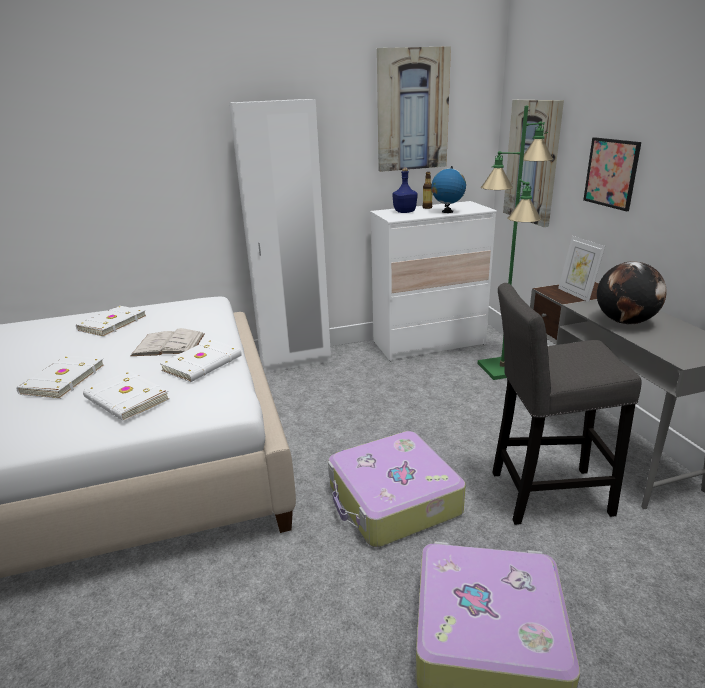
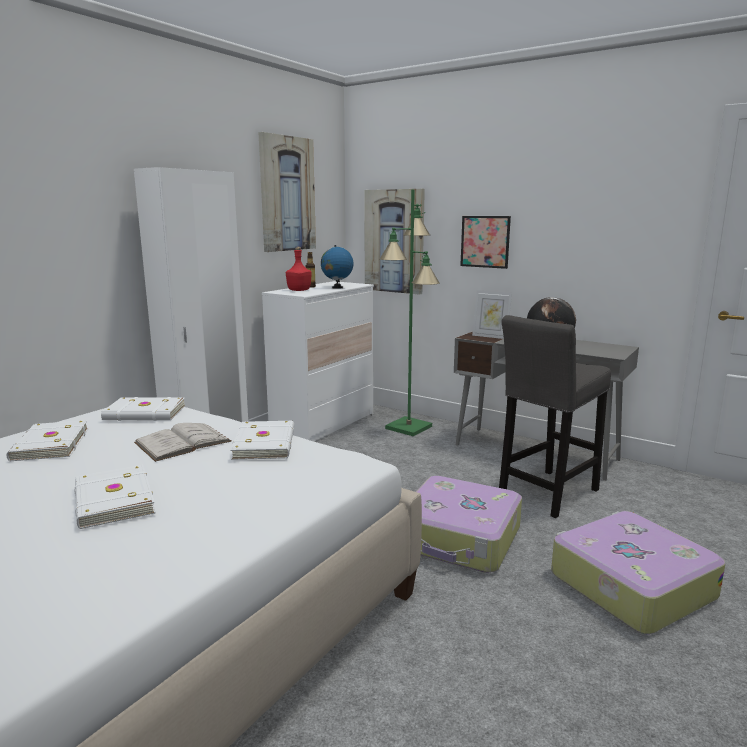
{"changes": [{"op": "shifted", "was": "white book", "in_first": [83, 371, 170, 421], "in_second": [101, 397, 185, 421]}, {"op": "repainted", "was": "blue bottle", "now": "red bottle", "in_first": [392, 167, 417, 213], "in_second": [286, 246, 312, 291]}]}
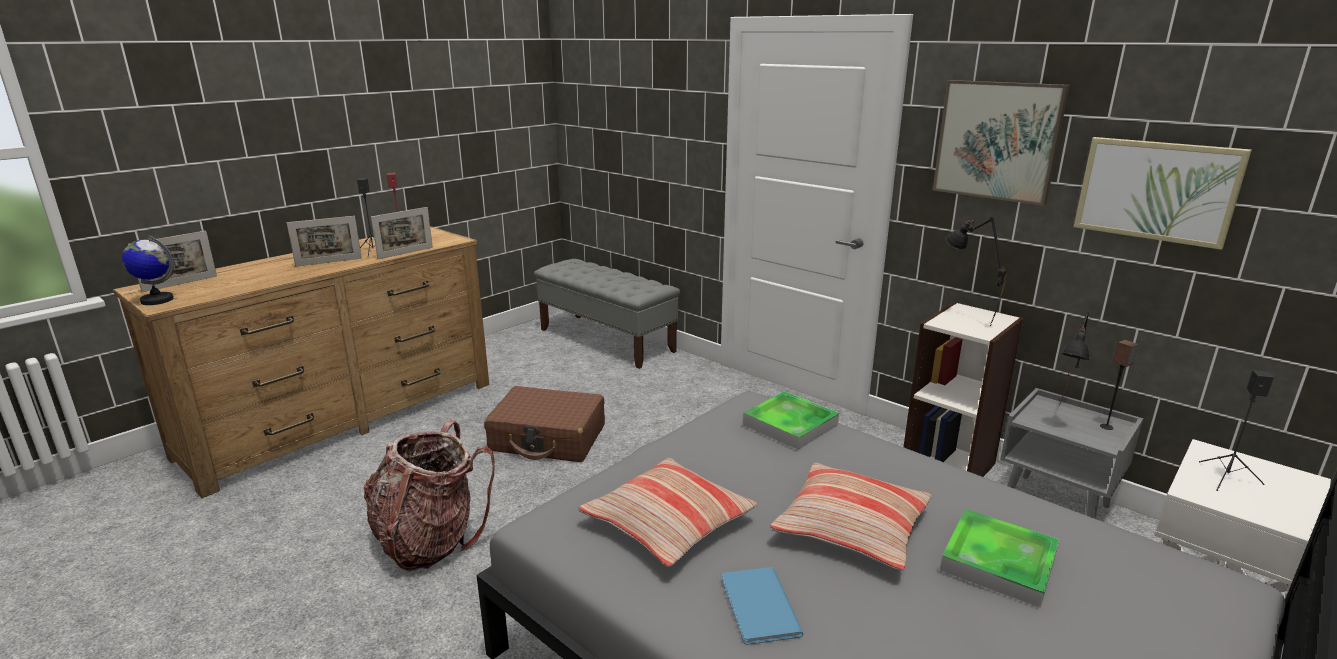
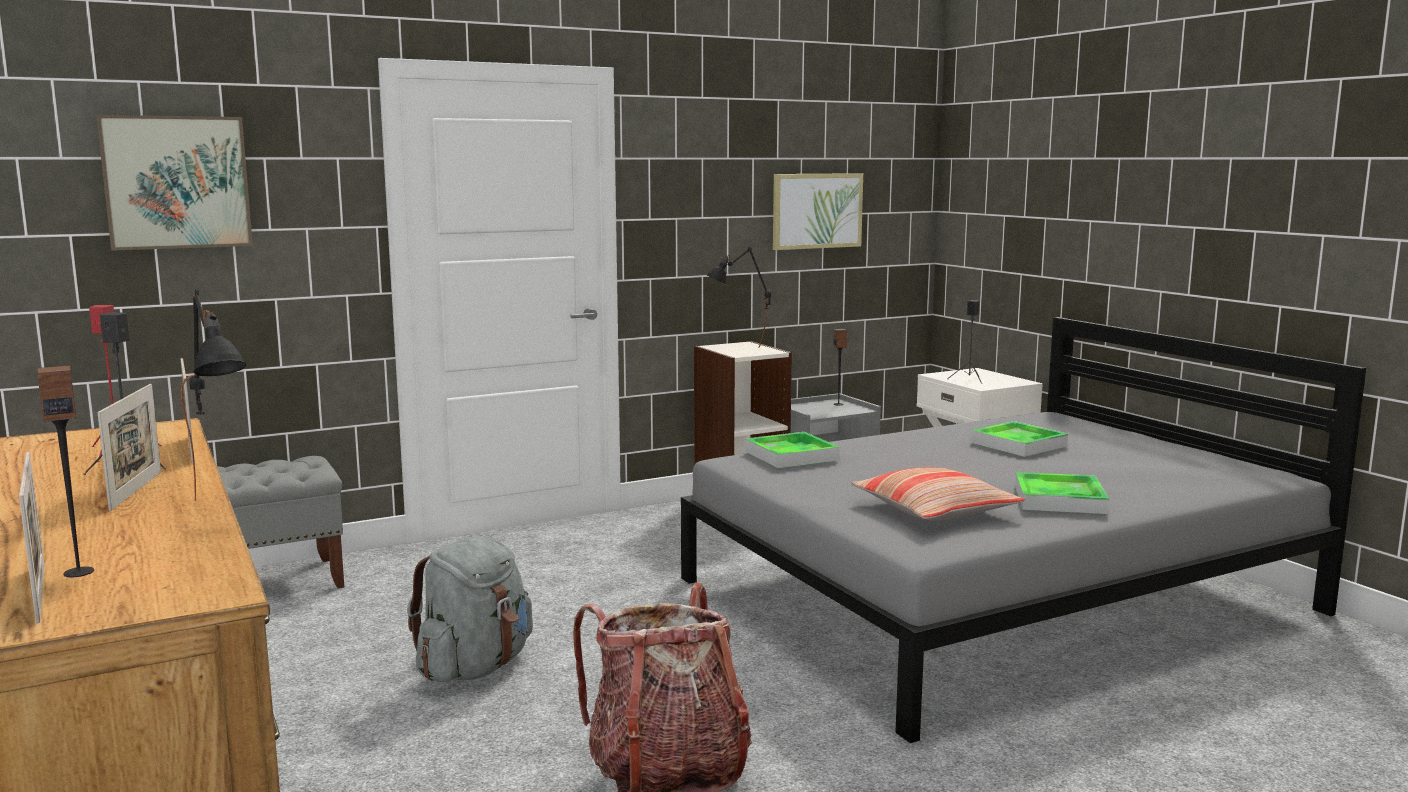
{"changes": [{"op": "new", "now": "speaker", "in_second": [37, 365, 94, 577]}, {"op": "shifted", "was": "picture", "in_first": [933, 80, 1070, 206], "in_second": [96, 115, 253, 251]}, {"op": "shifted", "was": "black table lamp", "in_first": [1058, 310, 1090, 407], "in_second": [181, 289, 246, 501]}, {"op": "swapped", "was": "brown suitcase", "now": "grey backpack", "in_first": [484, 386, 605, 462], "in_second": [407, 537, 533, 682]}, {"op": "swapped", "was": "blue book", "now": "tray", "in_first": [722, 567, 803, 645], "in_second": [1015, 472, 1109, 514]}, {"op": "gone", "was": "globe", "in_first": [122, 235, 174, 305]}, {"op": "gone", "was": "pillow", "in_first": [770, 463, 932, 570]}]}
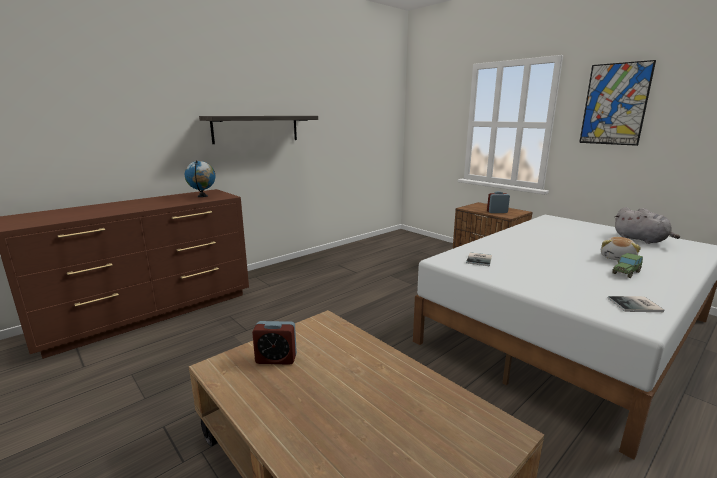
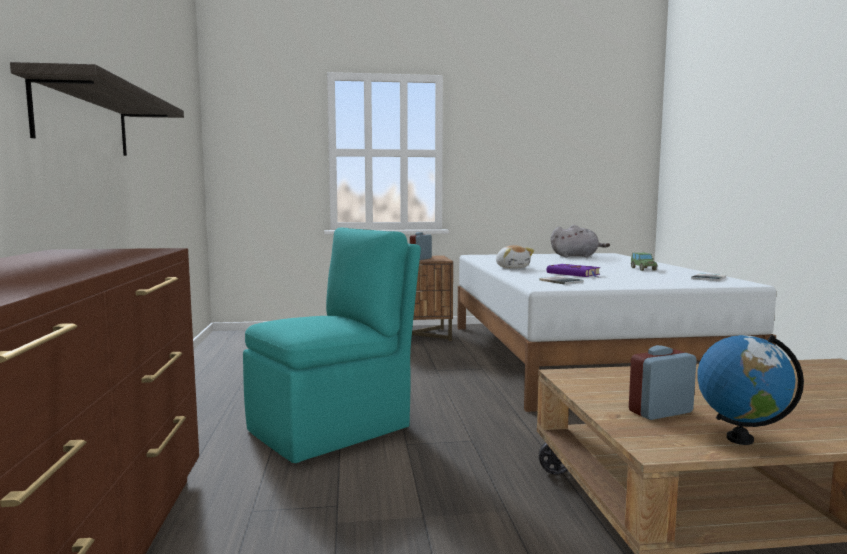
{"changes": [{"op": "new", "now": "turquoise chair", "in_second": [243, 228, 421, 463]}, {"op": "shifted", "was": "plush toy", "in_first": [601, 237, 641, 261], "in_second": [496, 245, 534, 269]}, {"op": "new", "now": "purple book", "in_second": [547, 264, 600, 277]}, {"op": "rotated", "was": "alarm clock", "in_first": [252, 321, 297, 365], "in_second": [629, 345, 697, 420], "clockwise": -150}, {"op": "shifted", "was": "globe", "in_first": [185, 160, 215, 197], "in_second": [698, 335, 804, 445]}, {"op": "gone", "was": "picture", "in_first": [579, 60, 656, 146]}]}
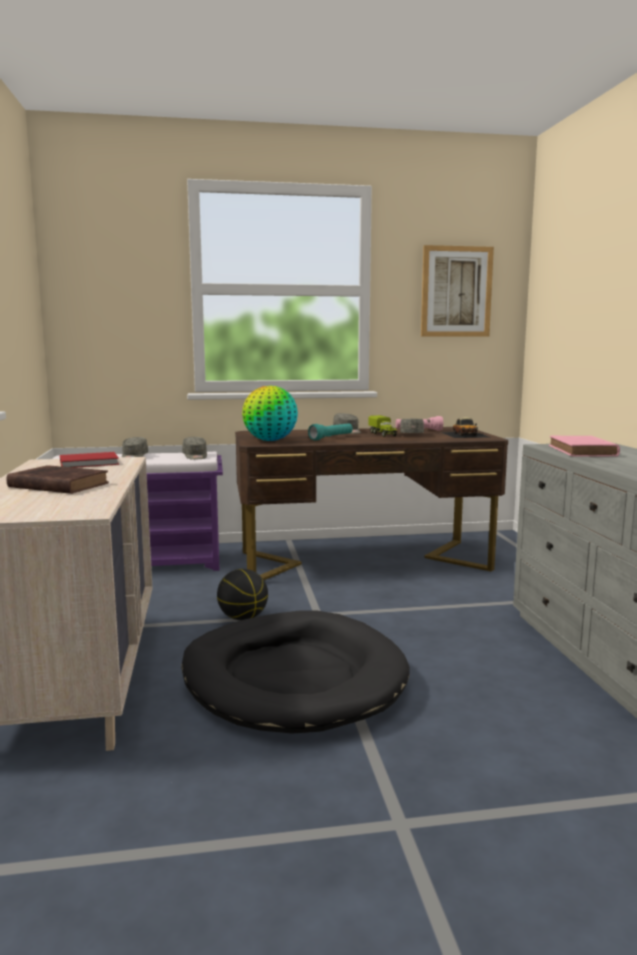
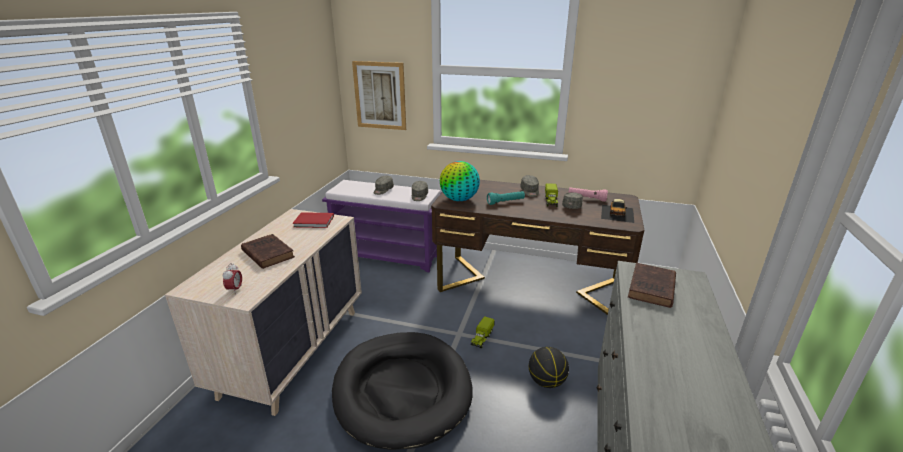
{"changes": [{"op": "new", "now": "alarm clock", "in_second": [223, 263, 242, 294]}, {"op": "shifted", "was": "picture", "in_first": [421, 245, 494, 337], "in_second": [352, 61, 406, 130]}, {"op": "new", "now": "toy truck", "in_second": [471, 316, 495, 348]}, {"op": "shifted", "was": "basketball", "in_first": [217, 569, 268, 620], "in_second": [529, 347, 569, 388]}, {"op": "repainted", "was": "pink book", "now": "brown book", "in_first": [549, 436, 620, 457], "in_second": [628, 263, 676, 308]}]}
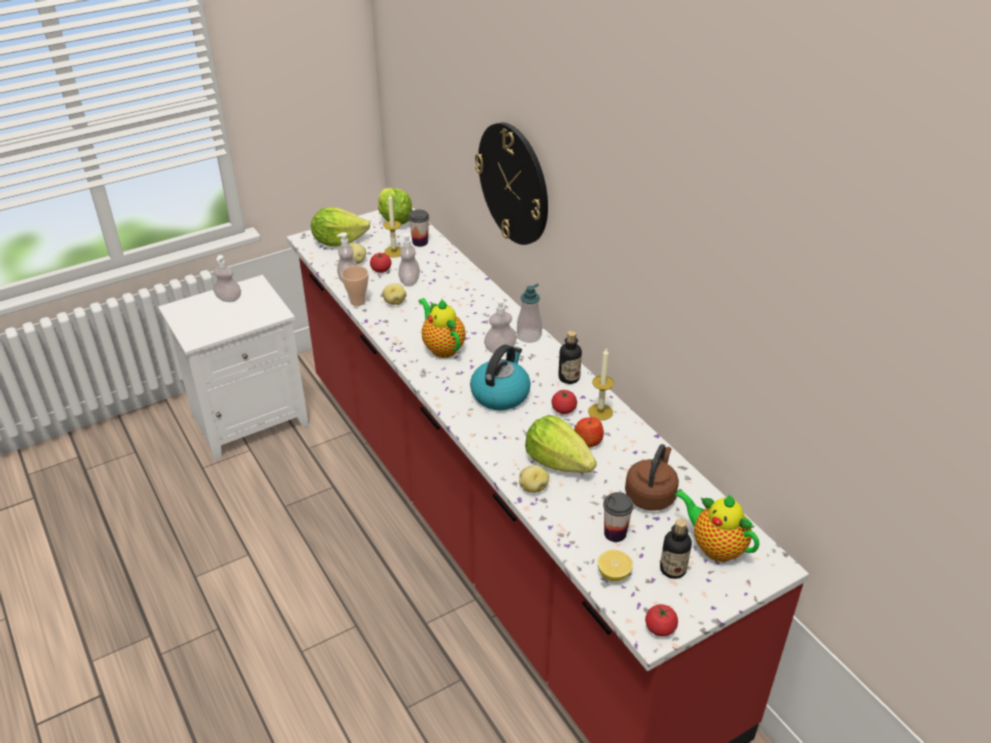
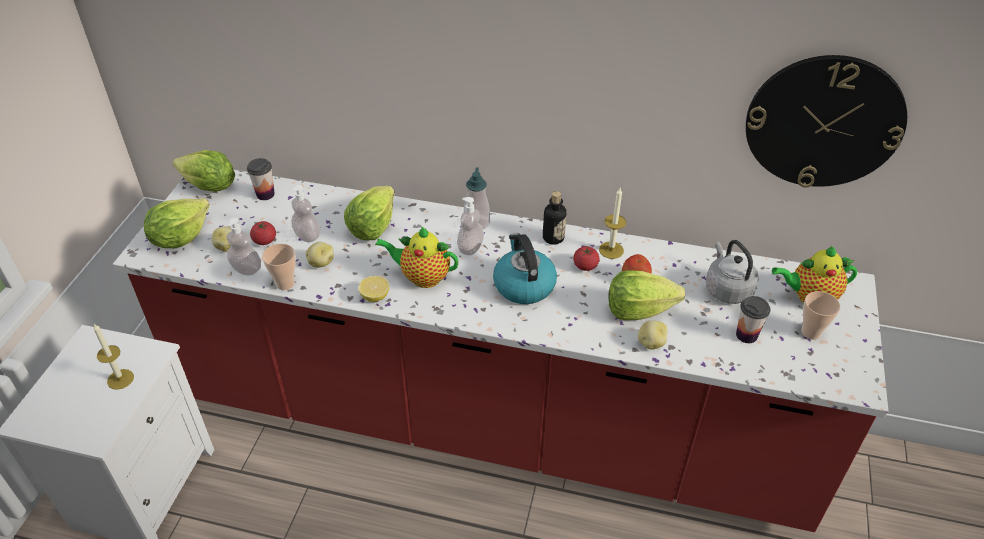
{"changes": [{"op": "shifted", "was": "candle", "in_first": [383, 194, 402, 258], "in_second": [93, 324, 134, 390]}, {"op": "new", "now": "lettuce", "in_second": [344, 186, 395, 240]}, {"op": "shifted", "was": "lemon", "in_first": [598, 550, 633, 581], "in_second": [358, 276, 390, 302]}, {"op": "repainted", "was": "brown kettle", "now": "grey kettle", "in_first": [625, 444, 679, 511], "in_second": [706, 240, 759, 304]}, {"op": "shifted", "was": "wall clock", "in_first": [475, 122, 548, 245], "in_second": [746, 55, 907, 188]}, {"op": "swapped", "was": "bottle", "now": "cup", "in_first": [660, 518, 692, 579], "in_second": [801, 291, 840, 340]}, {"op": "gone", "was": "soap dispenser", "in_first": [213, 255, 241, 302]}, {"op": "gone", "was": "tomato", "in_first": [645, 604, 678, 636]}]}
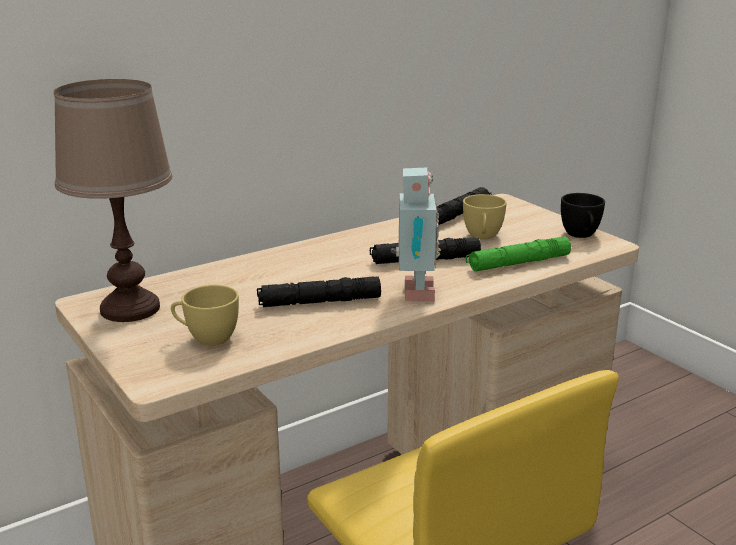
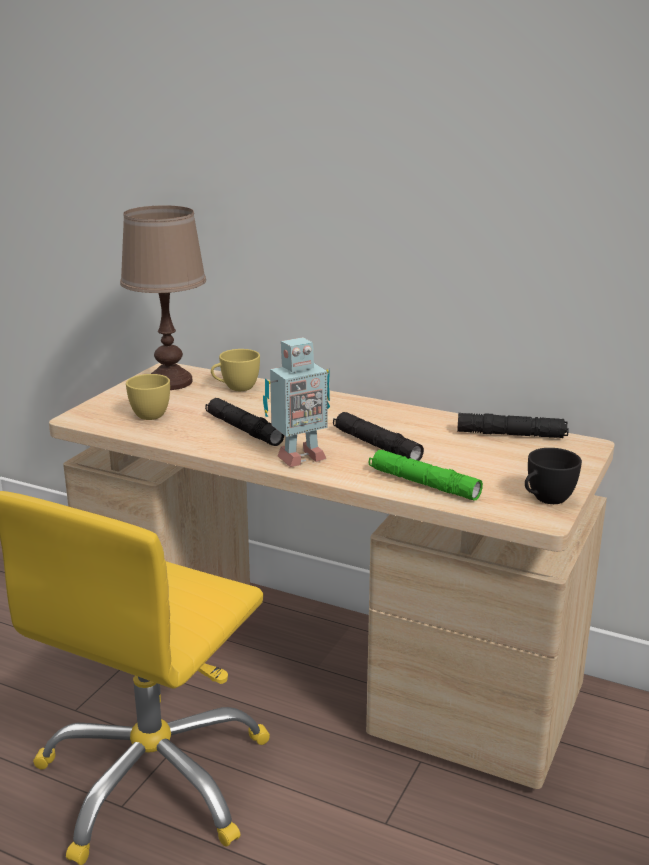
{"changes": [{"op": "shifted", "was": "yellow cup", "in_first": [463, 194, 507, 240], "in_second": [211, 349, 260, 391]}]}
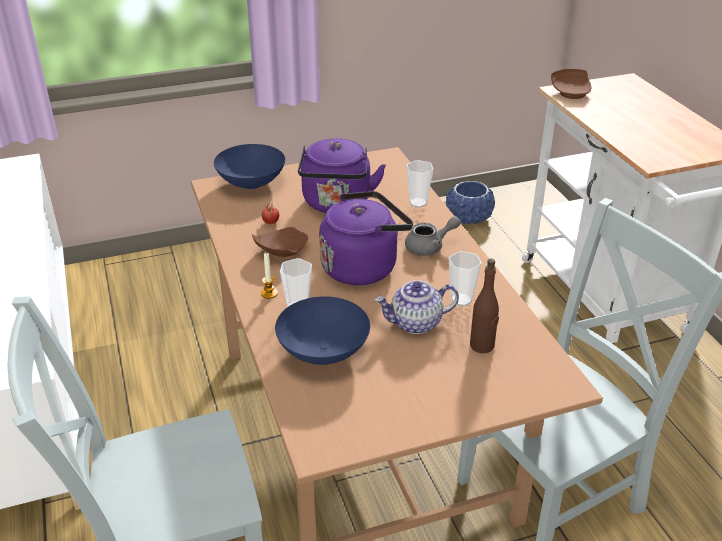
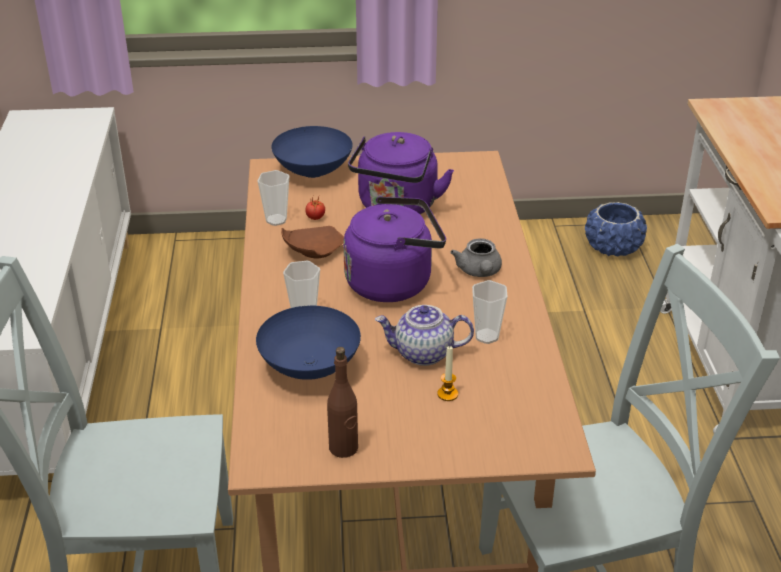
{"changes": [{"op": "shifted", "was": "cup", "in_first": [406, 160, 433, 208], "in_second": [258, 170, 289, 226]}, {"op": "shifted", "was": "brown bottle", "in_first": [470, 259, 499, 353], "in_second": [327, 347, 358, 458]}, {"op": "shifted", "was": "candle", "in_first": [261, 253, 278, 299], "in_second": [437, 346, 458, 401]}, {"op": "rotated", "was": "grey teapot", "in_first": [405, 216, 461, 256], "in_second": [450, 238, 502, 277], "clockwise": 90}, {"op": "gone", "was": "brown plate", "in_first": [551, 69, 591, 99]}]}
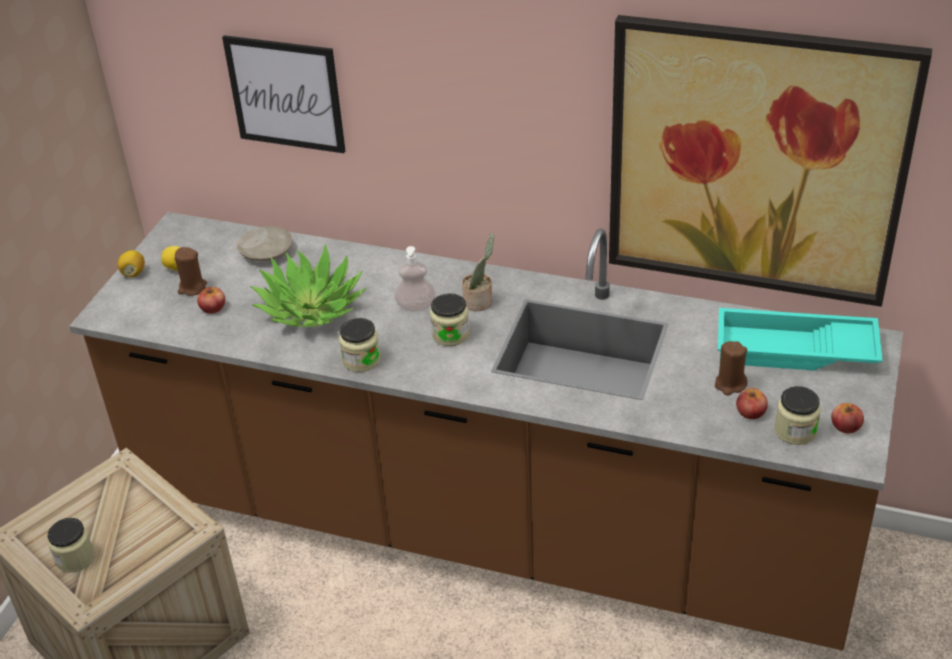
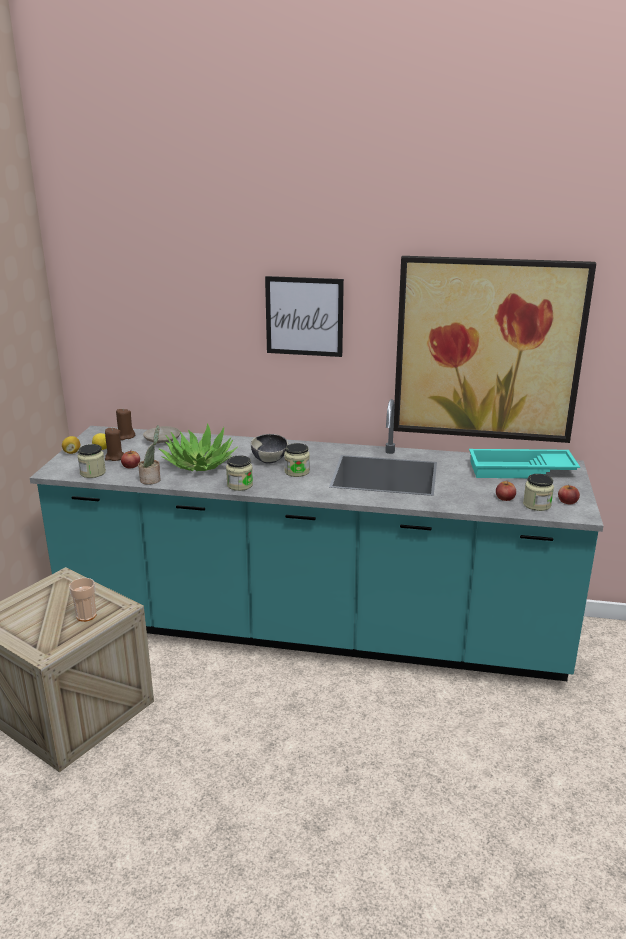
{"changes": [{"op": "repainted", "was": "brown counter", "now": "turquoise counter", "in_first": [69, 212, 903, 651], "in_second": [30, 399, 604, 681]}, {"op": "new", "now": "cup", "in_second": [69, 578, 97, 622]}, {"op": "shifted", "was": "jar", "in_first": [47, 518, 95, 573], "in_second": [78, 444, 106, 478]}, {"op": "shifted", "was": "brown candle", "in_first": [715, 341, 748, 396], "in_second": [116, 409, 135, 440]}, {"op": "shifted", "was": "potted plant", "in_first": [462, 233, 494, 311], "in_second": [138, 425, 161, 485]}, {"op": "swapped", "was": "soap dispenser", "now": "bowl", "in_first": [394, 246, 436, 312], "in_second": [251, 434, 289, 464]}, {"op": "shifted", "was": "picture", "in_first": [222, 35, 345, 153], "in_second": [265, 276, 344, 357]}]}
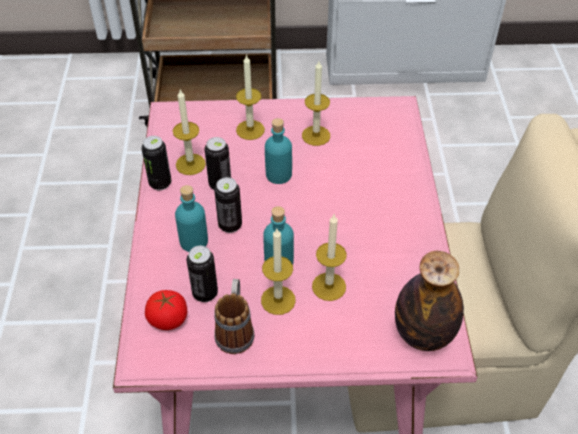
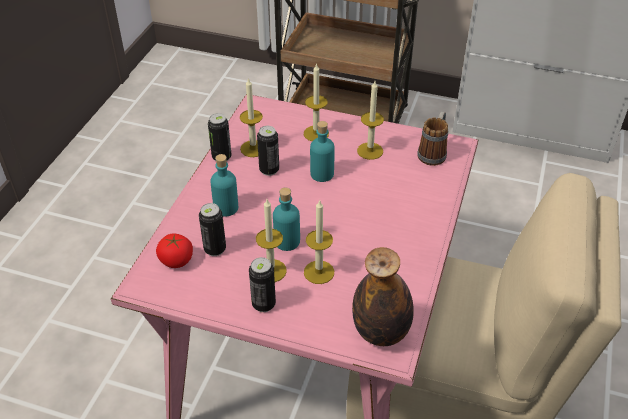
{"changes": [{"op": "shifted", "was": "can", "in_first": [214, 177, 242, 233], "in_second": [249, 257, 276, 312]}, {"op": "shifted", "was": "mug", "in_first": [214, 279, 254, 354], "in_second": [417, 111, 448, 166]}]}
